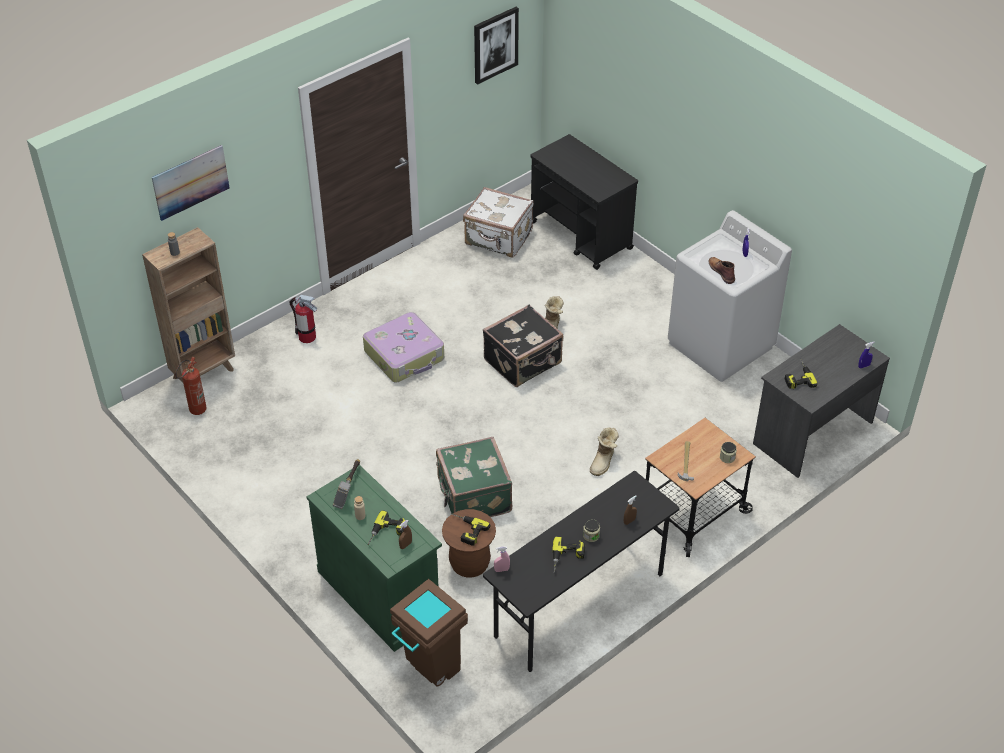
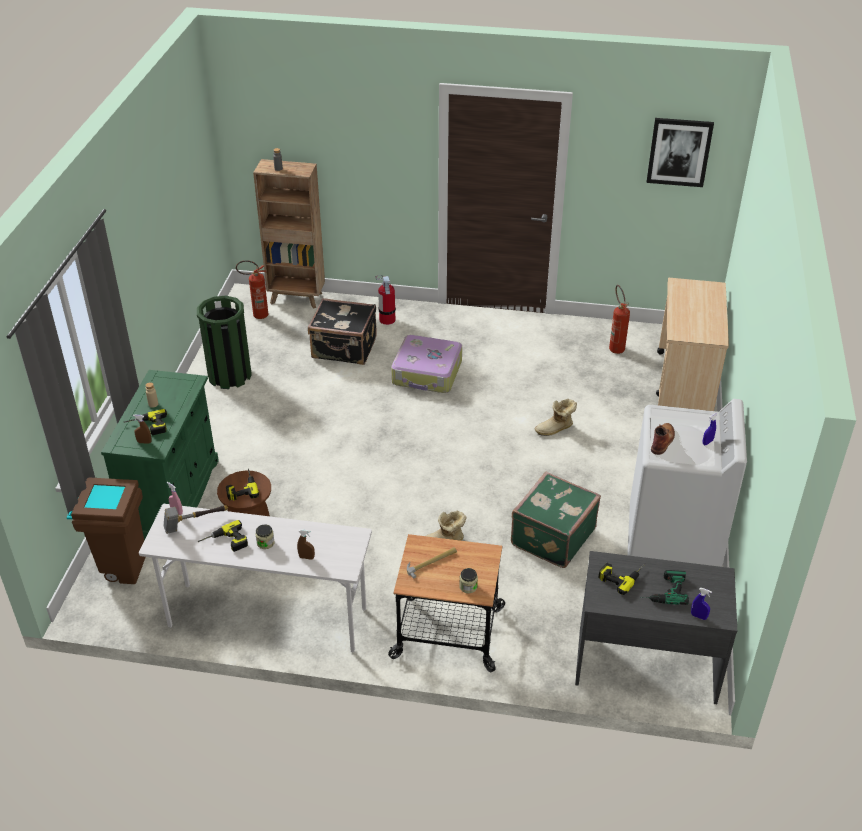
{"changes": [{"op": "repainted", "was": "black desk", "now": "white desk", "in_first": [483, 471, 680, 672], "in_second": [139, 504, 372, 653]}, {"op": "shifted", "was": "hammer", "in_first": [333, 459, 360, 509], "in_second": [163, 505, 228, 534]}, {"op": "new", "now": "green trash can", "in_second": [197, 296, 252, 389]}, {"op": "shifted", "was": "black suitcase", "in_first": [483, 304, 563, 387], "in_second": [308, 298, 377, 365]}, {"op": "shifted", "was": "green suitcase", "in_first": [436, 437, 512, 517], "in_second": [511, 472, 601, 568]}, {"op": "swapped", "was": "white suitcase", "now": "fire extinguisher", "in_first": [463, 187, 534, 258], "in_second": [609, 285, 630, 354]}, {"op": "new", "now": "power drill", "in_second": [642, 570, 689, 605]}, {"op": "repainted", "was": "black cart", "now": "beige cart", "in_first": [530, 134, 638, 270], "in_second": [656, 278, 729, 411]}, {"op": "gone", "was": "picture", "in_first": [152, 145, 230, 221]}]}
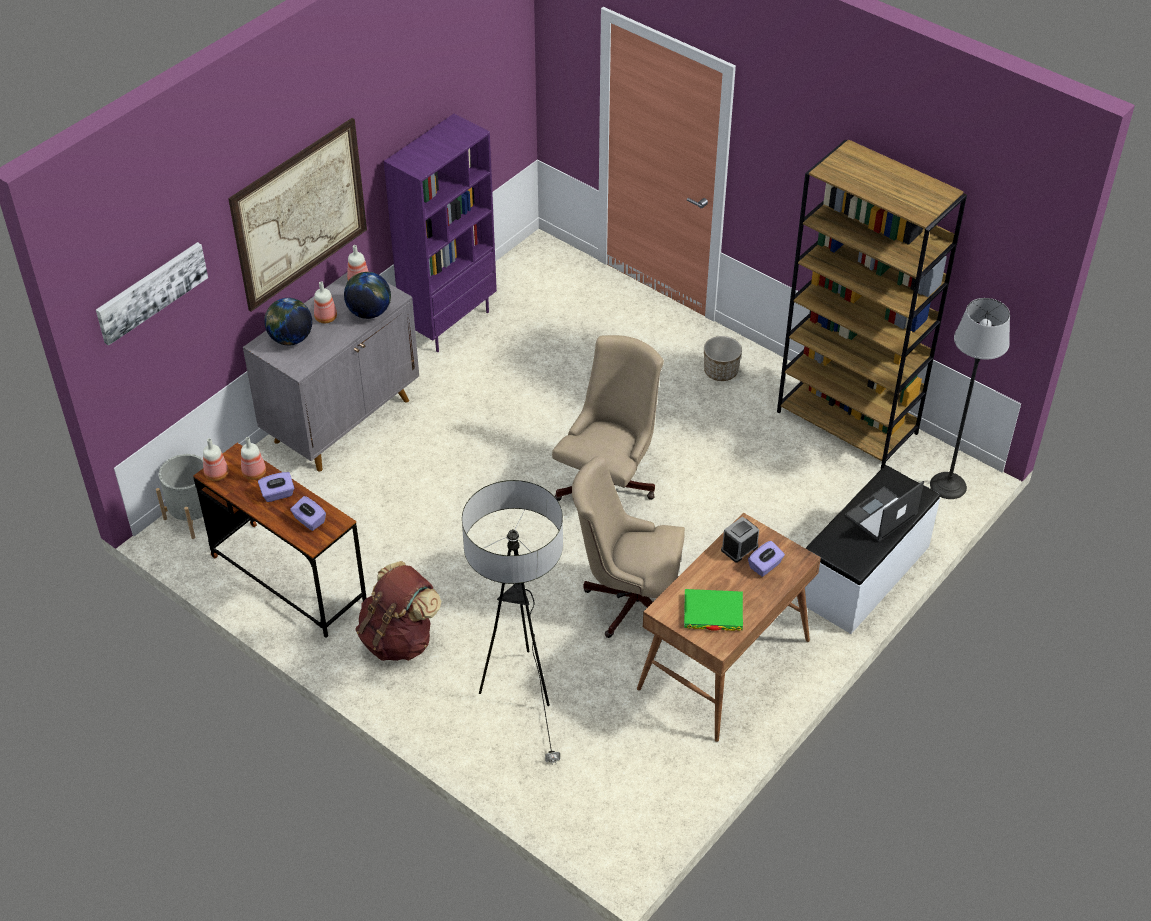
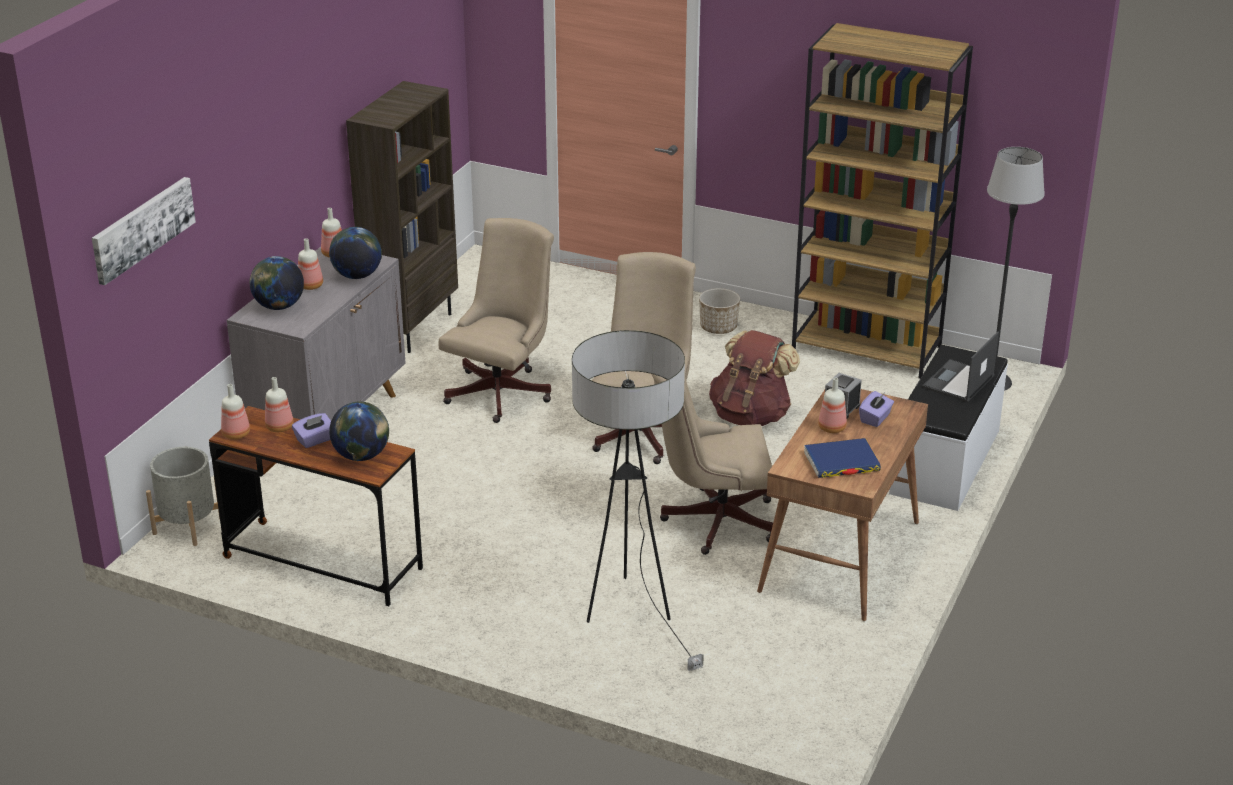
{"changes": [{"op": "swapped", "was": "purple tissue box", "now": "globe", "in_first": [290, 496, 326, 531], "in_second": [329, 401, 389, 461]}, {"op": "repainted", "was": "purple bookcase", "now": "brown bookcase", "in_first": [384, 114, 497, 352], "in_second": [346, 81, 458, 353]}, {"op": "new", "now": "beige office chair", "in_second": [438, 218, 554, 423]}, {"op": "shifted", "was": "brown backpack", "in_first": [355, 561, 441, 661], "in_second": [709, 330, 800, 426]}, {"op": "repainted", "was": "green book", "now": "blue book", "in_first": [684, 589, 743, 631], "in_second": [804, 438, 881, 478]}, {"op": "new", "now": "bottle", "in_second": [818, 378, 847, 433]}, {"op": "gone", "was": "picture", "in_first": [228, 118, 367, 312]}]}
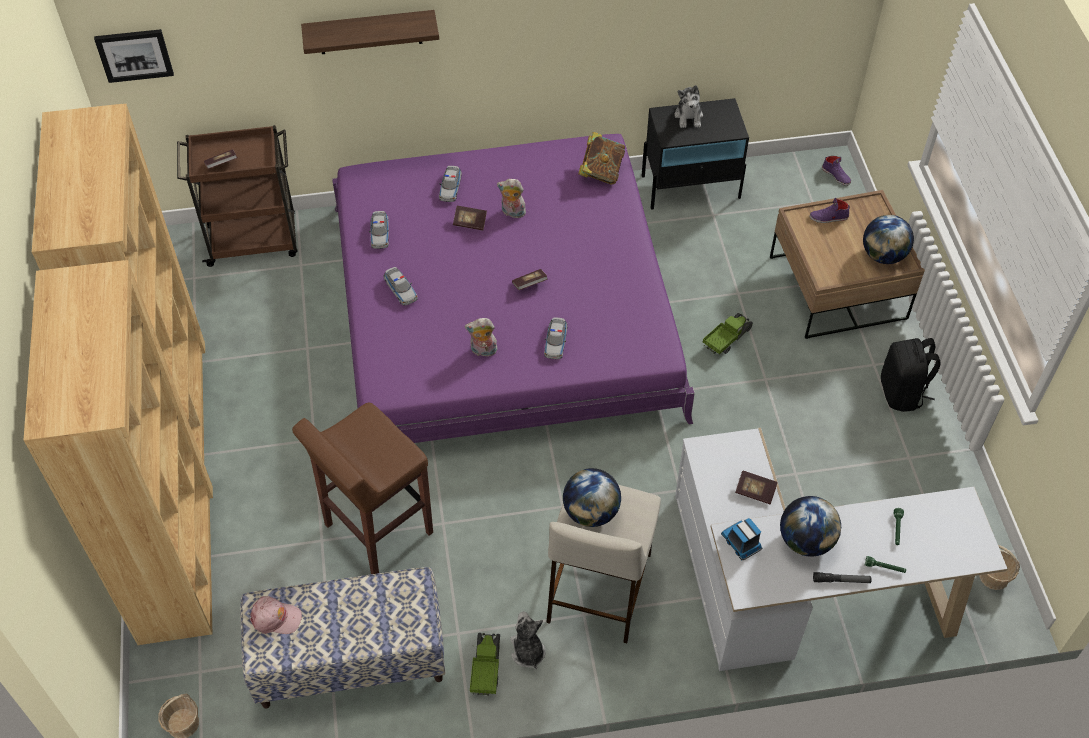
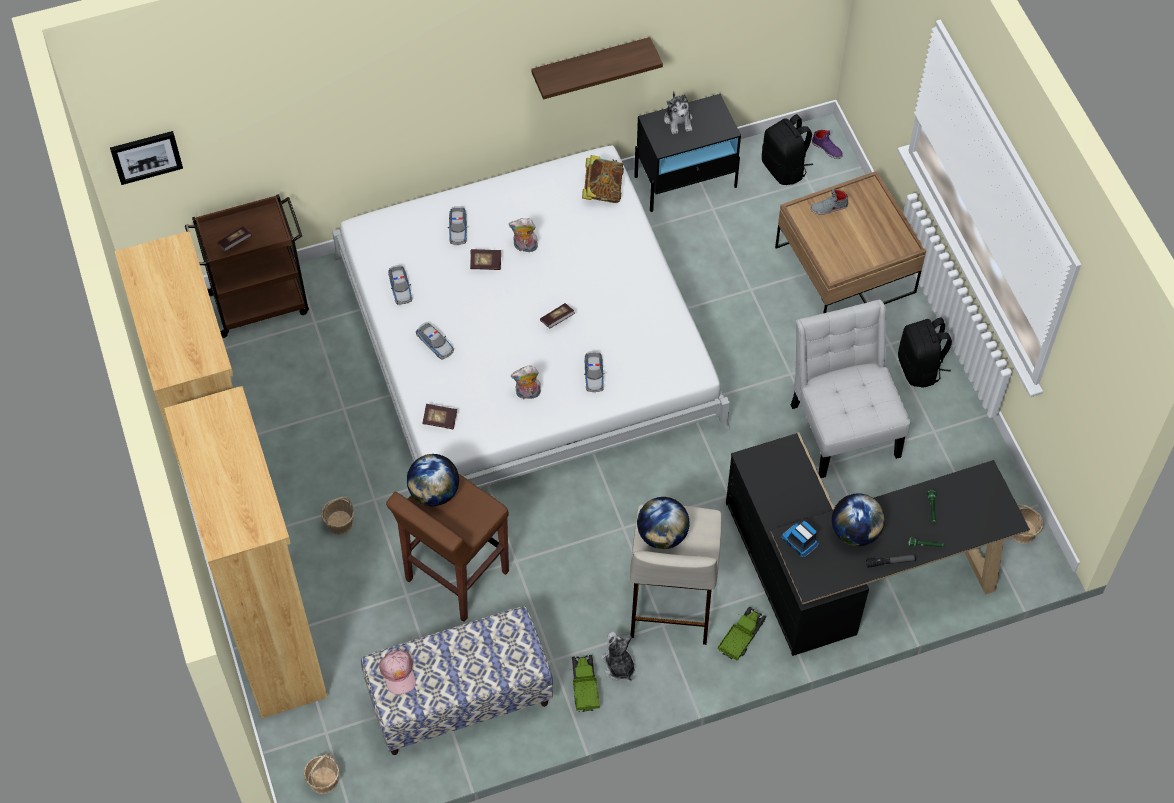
{"changes": [{"op": "new", "now": "basket", "in_second": [321, 496, 355, 535]}, {"op": "repainted", "was": "purple bed", "now": "white bed", "in_first": [332, 134, 695, 443], "in_second": [332, 145, 730, 488]}, {"op": "rotated", "was": "pink cap", "in_first": [250, 596, 302, 634], "in_second": [379, 649, 416, 695], "clockwise": 75}, {"op": "shifted", "was": "globe", "in_first": [863, 215, 914, 264], "in_second": [407, 454, 459, 506]}, {"op": "shifted", "was": "book", "in_first": [735, 471, 778, 504], "in_second": [422, 404, 457, 429]}, {"op": "shifted", "was": "shelf", "in_first": [301, 10, 439, 54], "in_second": [531, 37, 663, 99]}, {"op": "shifted", "was": "toy truck", "in_first": [703, 313, 753, 354], "in_second": [718, 607, 766, 661]}, {"op": "repainted", "was": "white desk", "now": "black desk", "in_first": [675, 428, 1007, 671], "in_second": [726, 432, 1030, 656]}, {"op": "new", "now": "black backpack", "in_second": [762, 114, 813, 185]}, {"op": "new", "now": "white chair", "in_second": [791, 300, 910, 478]}, {"op": "repainted", "was": "purple shoe", "now": "grey shoe", "in_first": [810, 198, 850, 223], "in_second": [811, 189, 848, 214]}]}
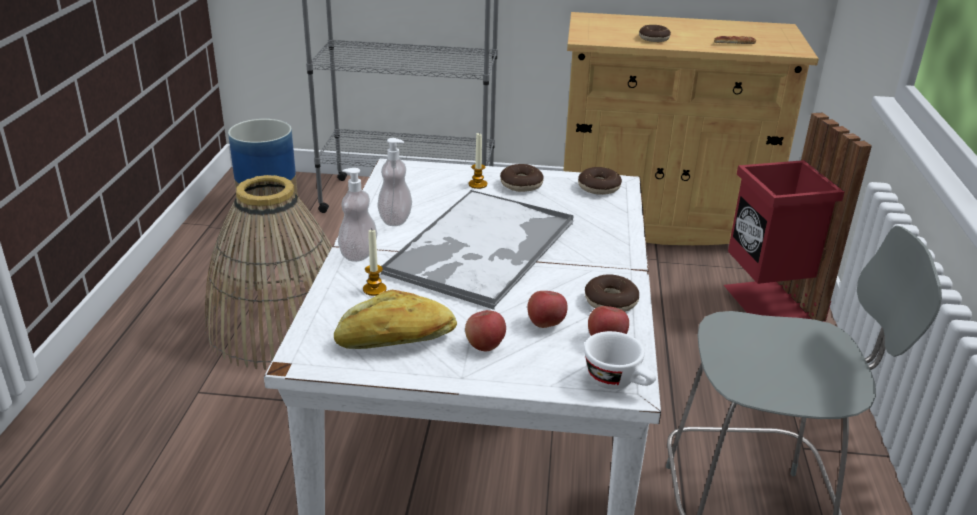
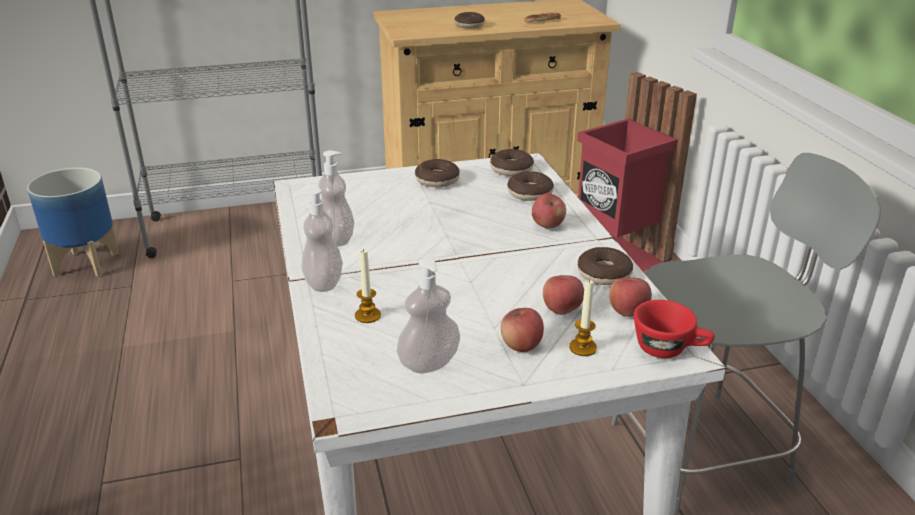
{"changes": [{"op": "swapped", "was": "bread", "now": "soap dispenser", "in_first": [334, 290, 457, 349], "in_second": [397, 258, 460, 373]}, {"op": "new", "now": "donut", "in_second": [507, 171, 554, 201]}, {"op": "new", "now": "apple", "in_second": [532, 194, 566, 228]}, {"op": "shifted", "was": "candle", "in_first": [469, 133, 487, 189], "in_second": [569, 279, 597, 356]}, {"op": "repainted", "was": "white cup", "now": "red cup", "in_first": [584, 331, 656, 389], "in_second": [634, 300, 715, 358]}, {"op": "gone", "was": "basket", "in_first": [205, 175, 332, 370]}, {"op": "gone", "was": "tray", "in_first": [381, 190, 574, 309]}]}
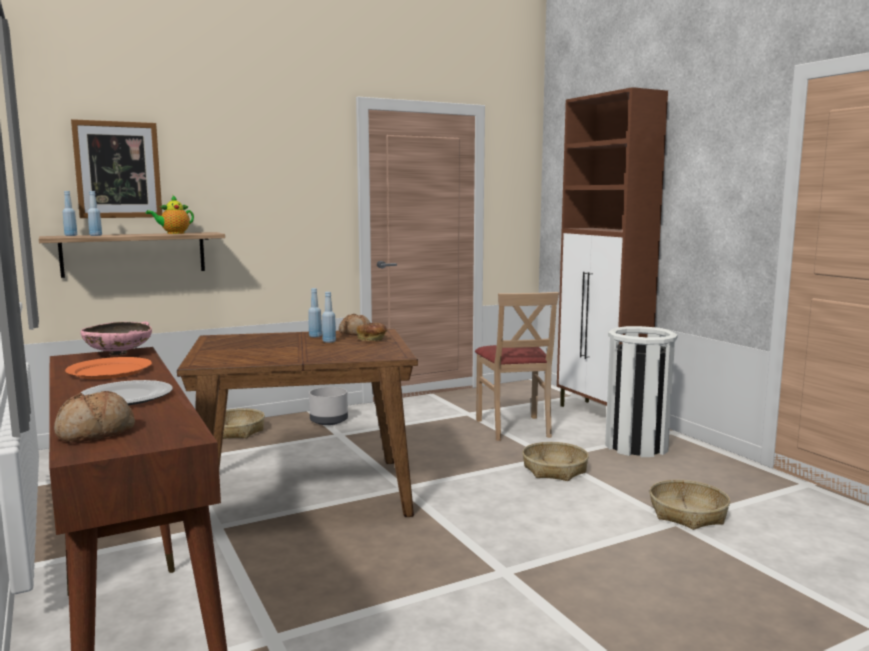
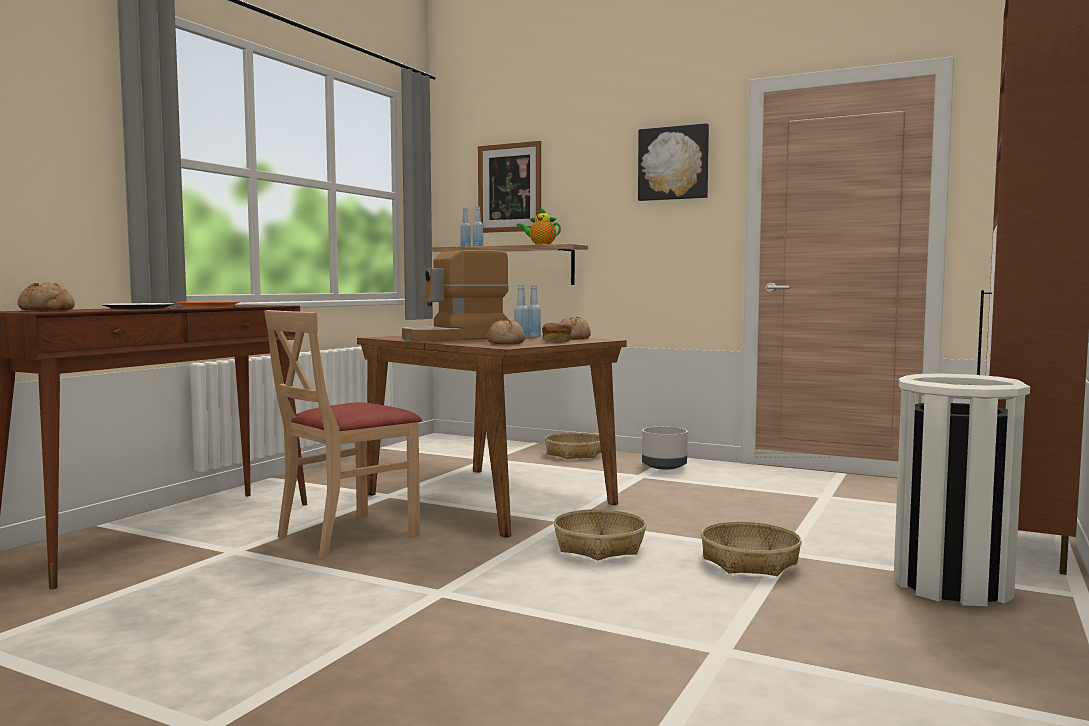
{"changes": [{"op": "shifted", "was": "beige chair", "in_first": [475, 292, 559, 441], "in_second": [264, 310, 422, 558]}, {"op": "new", "now": "coffee machine", "in_second": [402, 250, 509, 341]}, {"op": "new", "now": "bread", "in_second": [487, 320, 525, 344]}, {"op": "shifted", "was": "basket", "in_first": [650, 480, 730, 530], "in_second": [554, 509, 646, 560]}, {"op": "new", "now": "picture", "in_second": [638, 123, 709, 201]}, {"op": "gone", "was": "pink bowl", "in_first": [81, 322, 152, 355]}]}
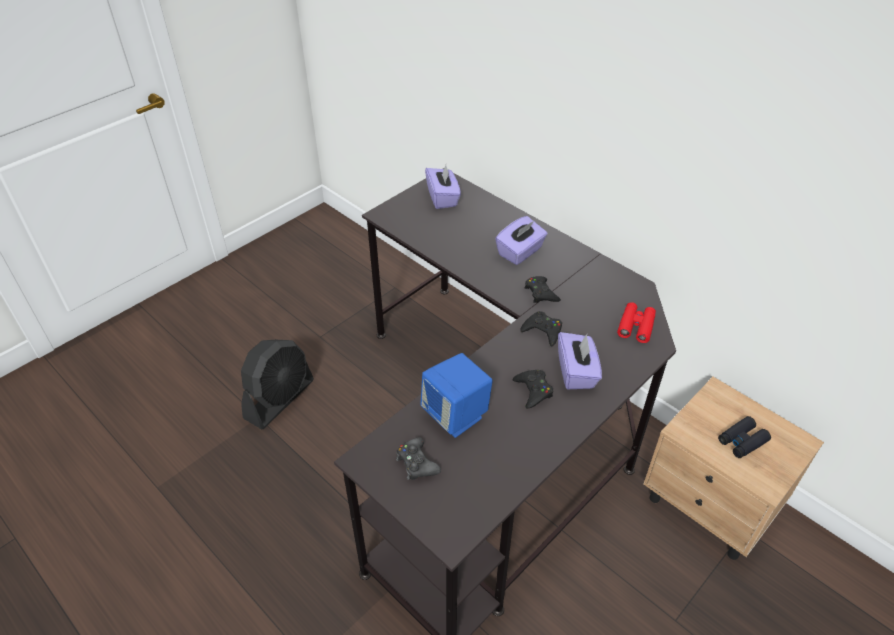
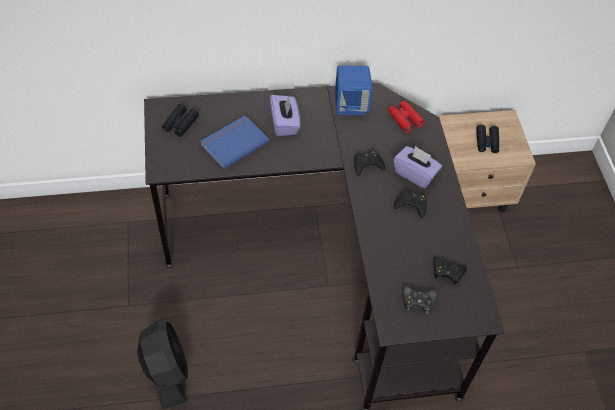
{"changes": [{"op": "swapped", "was": "purple tissue box", "now": "black binoculars", "in_first": [425, 165, 461, 209], "in_second": [162, 104, 199, 137]}, {"op": "new", "now": "blue book", "in_second": [200, 115, 269, 169]}, {"op": "shifted", "was": "blue speaker", "in_first": [420, 353, 493, 438], "in_second": [335, 66, 373, 115]}, {"op": "shifted", "was": "black game controller", "in_first": [525, 276, 561, 303], "in_second": [434, 257, 467, 285]}]}
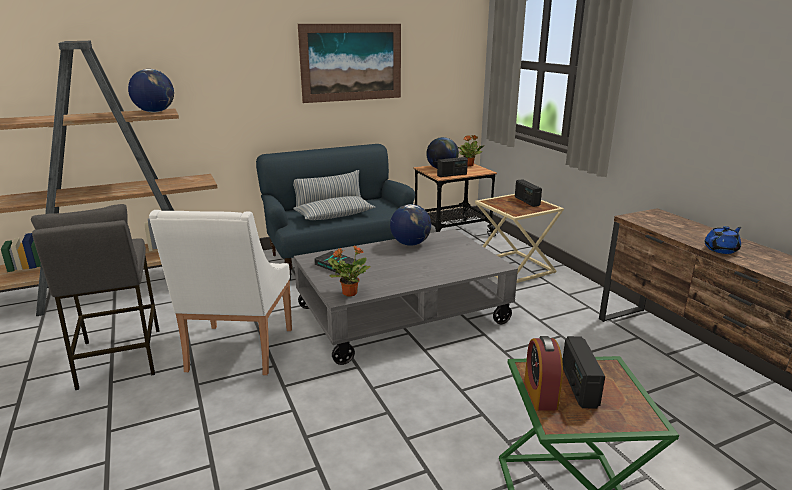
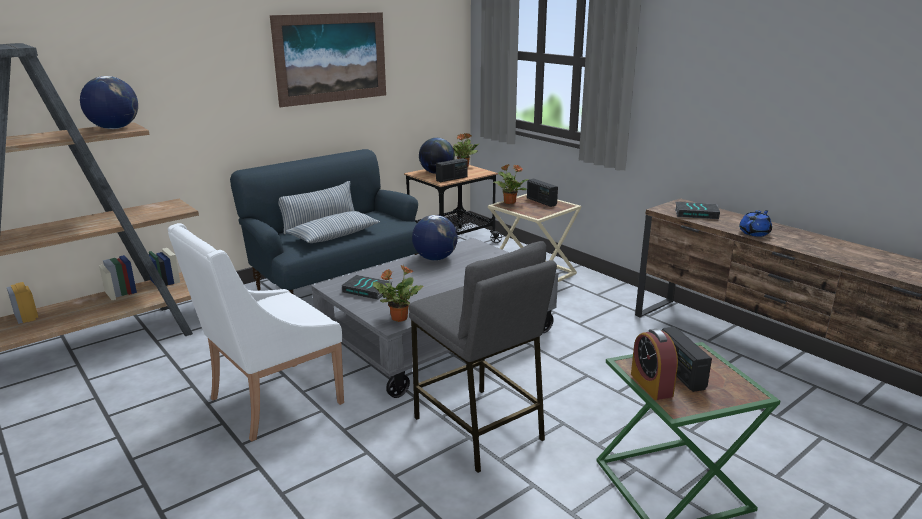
{"changes": [{"op": "rotated", "was": "white armchair", "in_first": [149, 210, 292, 375], "in_second": [168, 223, 344, 442], "clockwise": 60}, {"op": "shifted", "was": "grey stool", "in_first": [31, 204, 160, 390], "in_second": [408, 241, 557, 473]}, {"op": "new", "now": "potted plant", "in_second": [493, 164, 528, 204]}, {"op": "new", "now": "book", "in_second": [675, 202, 720, 219]}]}
